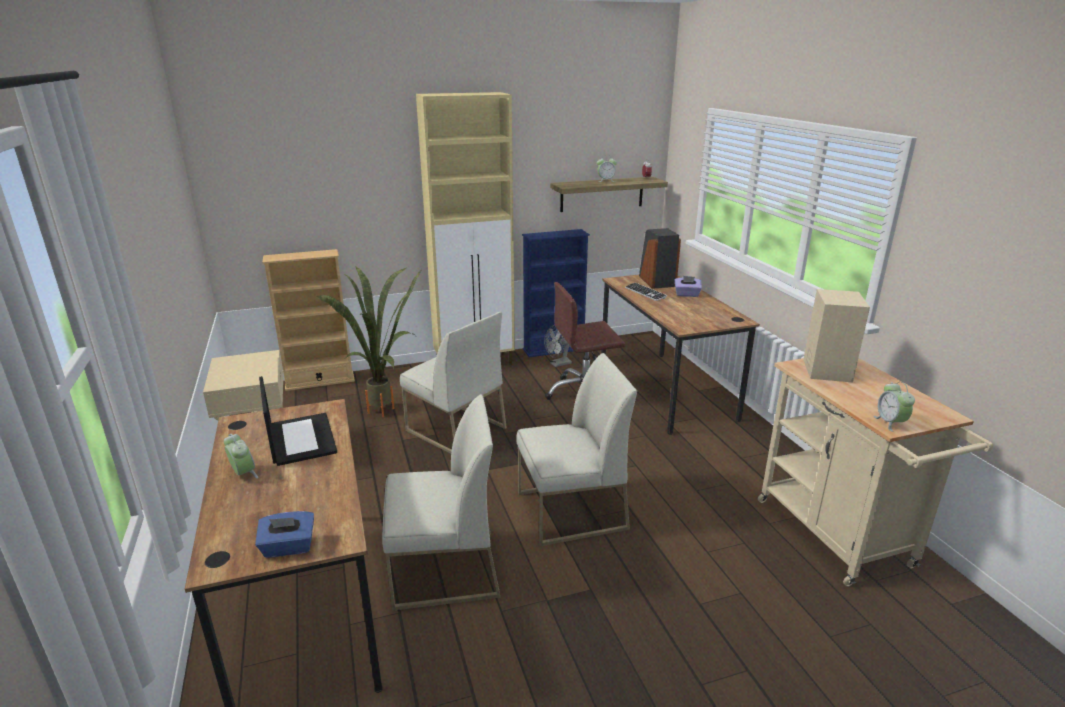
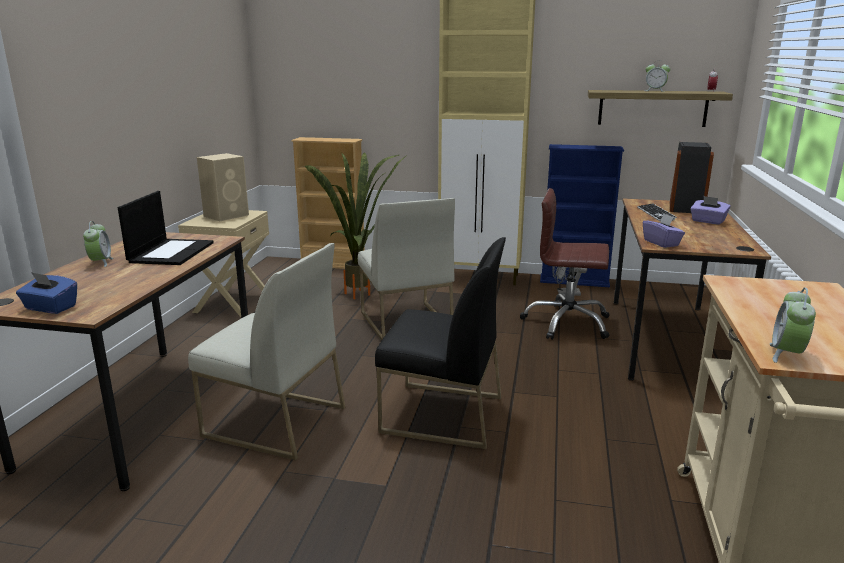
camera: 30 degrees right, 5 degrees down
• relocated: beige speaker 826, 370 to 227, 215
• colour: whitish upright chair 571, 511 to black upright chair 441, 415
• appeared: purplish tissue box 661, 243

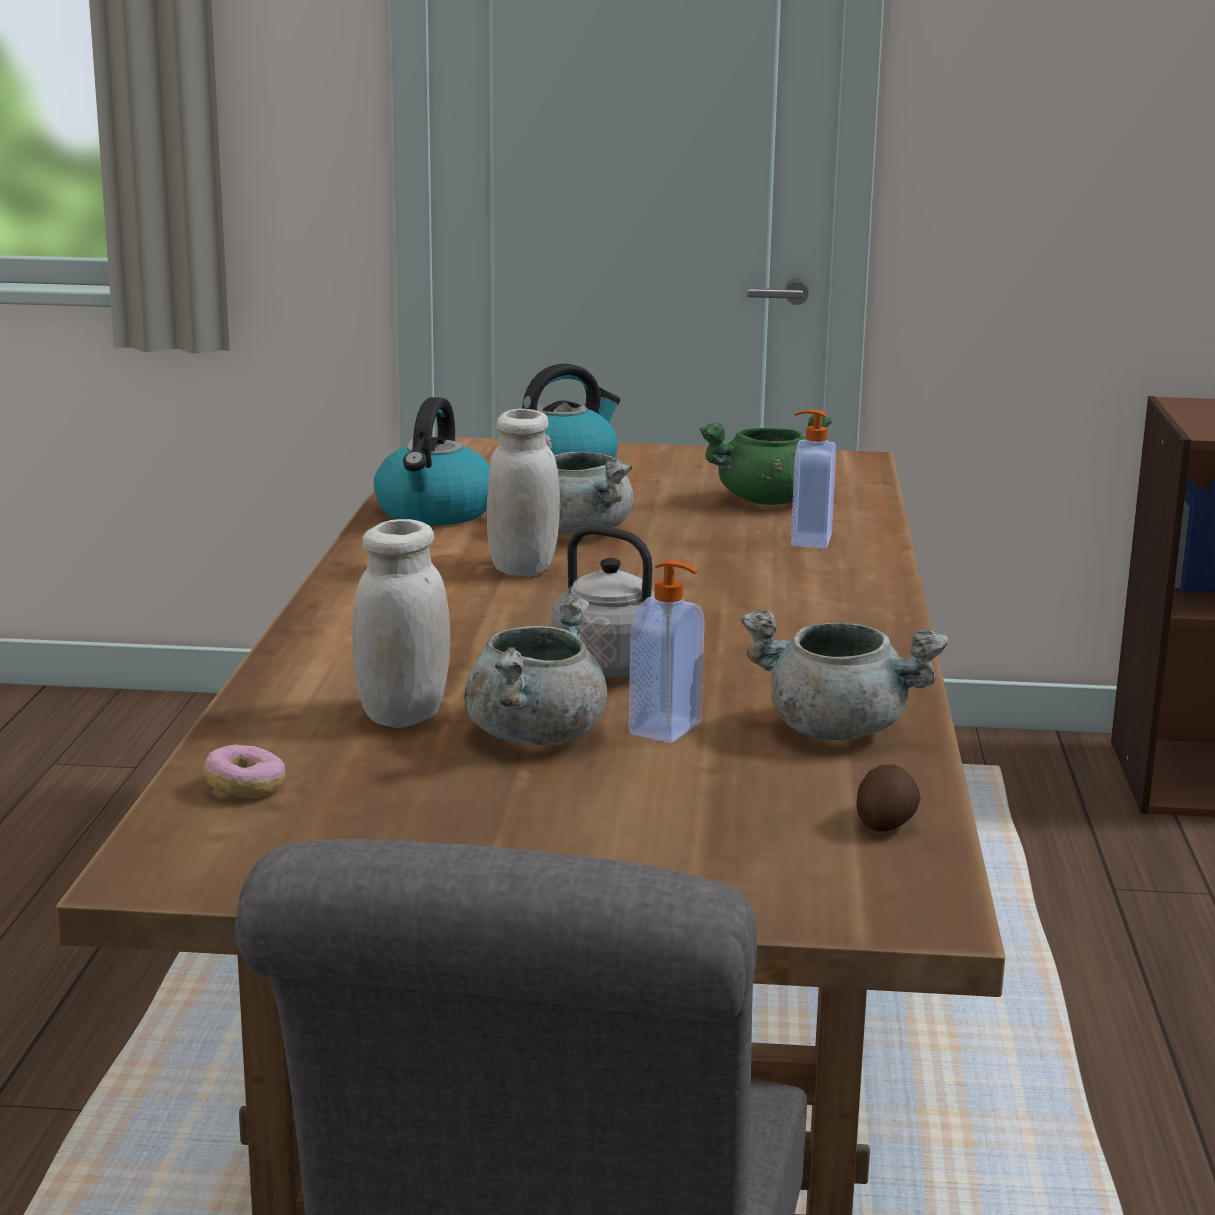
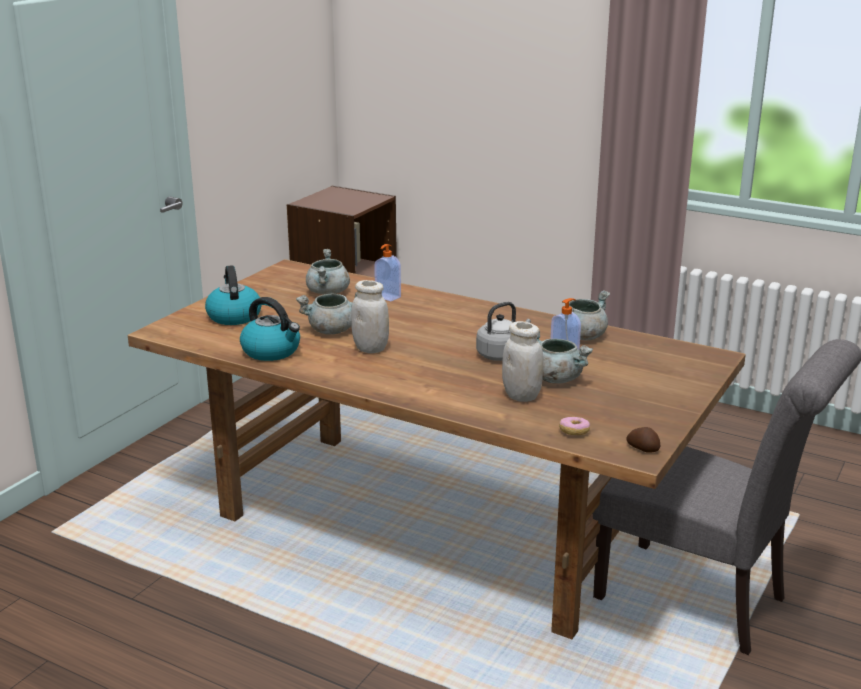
camera: 65 degrees left, 5 degrees up
• colour: greenish stockpot 766, 501 to gray stockpot 328, 292
• relocated: whole potato 887, 822 to 643, 448

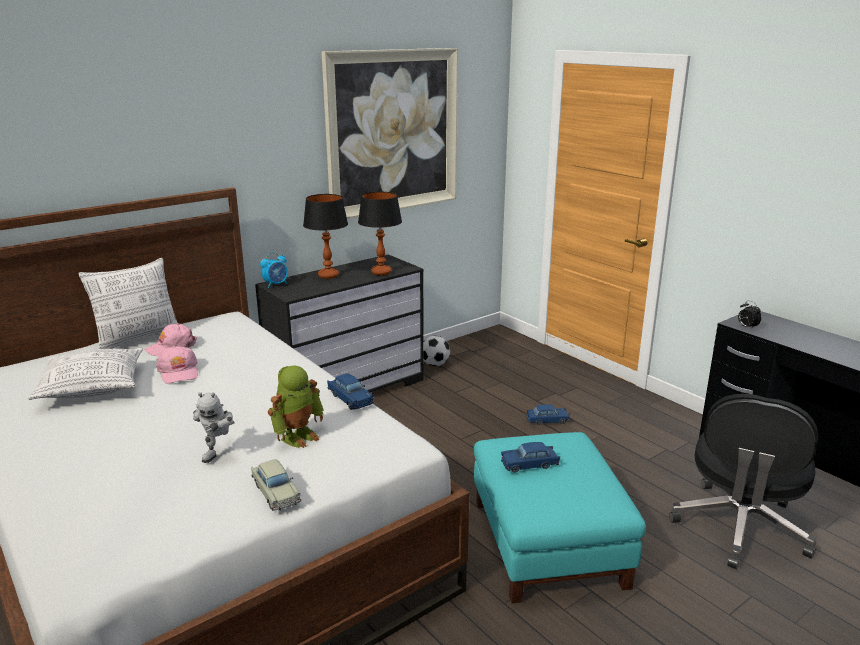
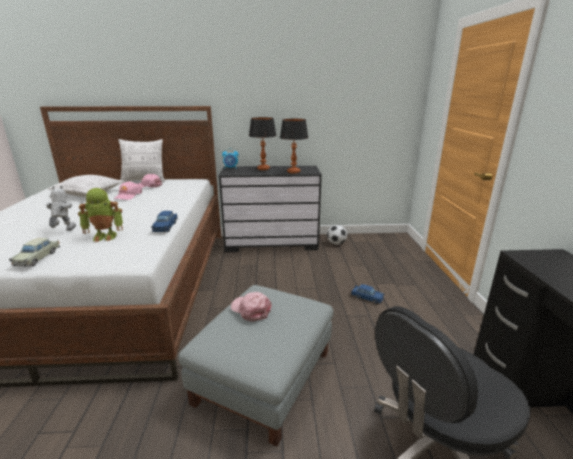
camera: 35 degrees right, 0 degrees up
• missing: wall art 393, 132
• missing: bedside clock 747, 327
• spun: toy robot 219, 452 = 64, 232 135 degrees clockwise
• colour: turquoise ottoman 546, 542 to gray ottoman 263, 376
• exchanged: blue-coloured model car 529, 464 to pink-coloured baseball cap 251, 310

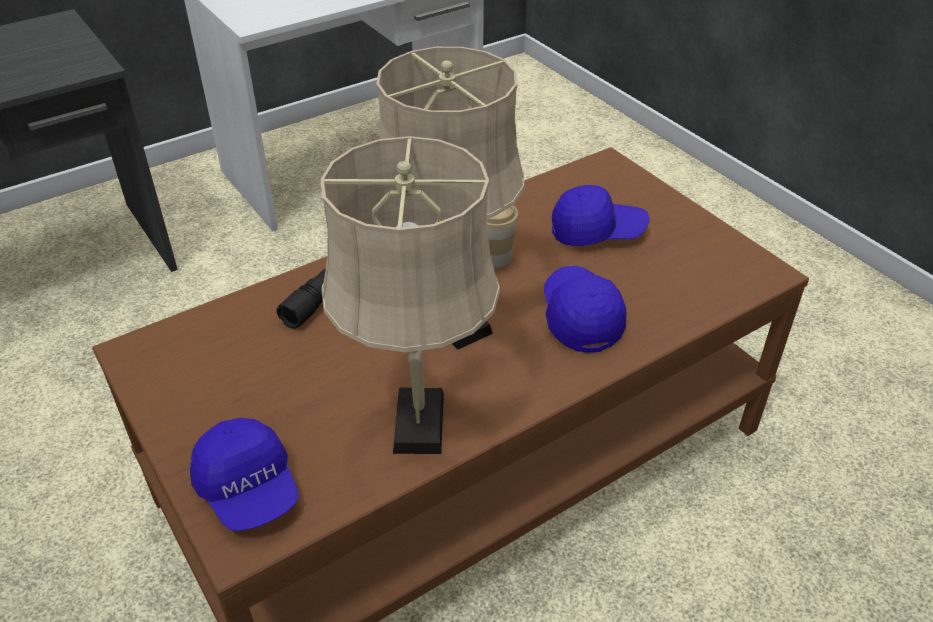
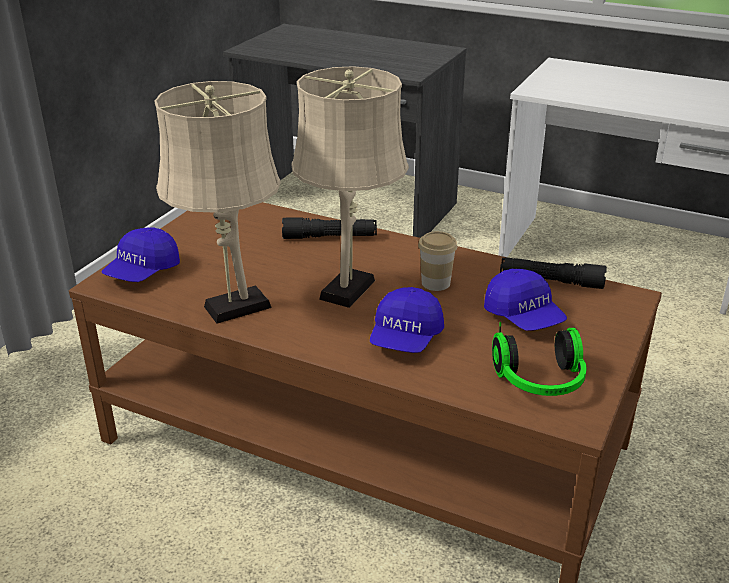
camera: 60 degrees right, 10 degrees down
• spun: blue-coloured baseball cap 580, 317 = 405, 338 150 degrees clockwise
• appeared: black torch 551, 281
• appeared: headphones 540, 382

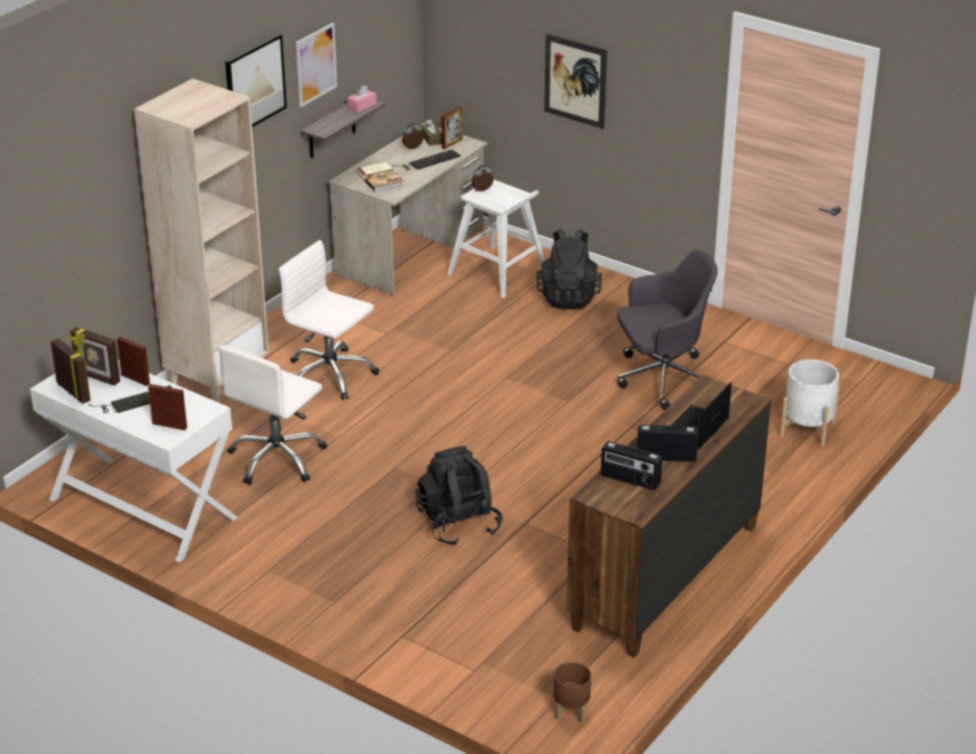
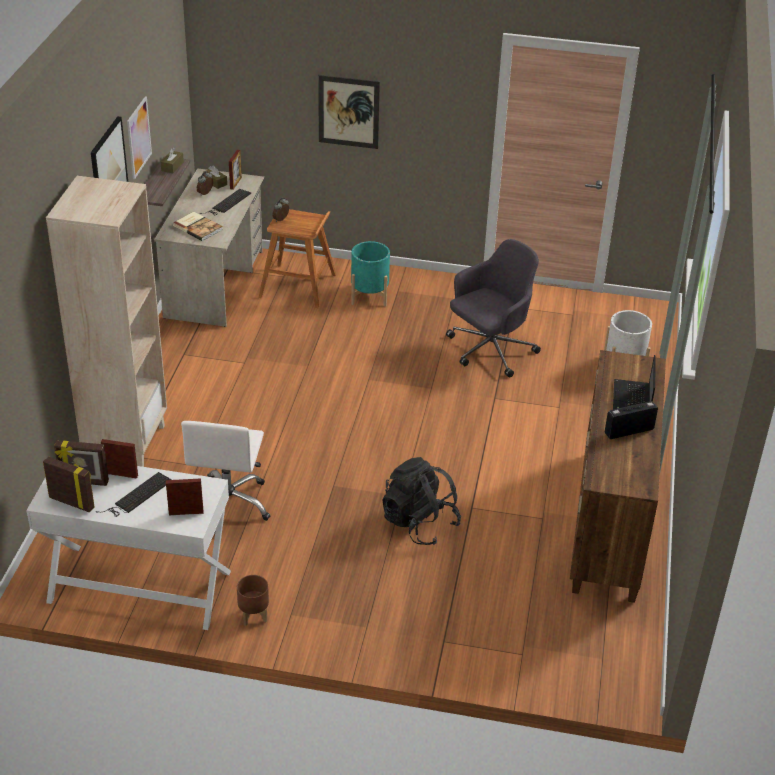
camera: 25 degrees left, 5 degrees up
• colour: pink-coloured tissue box 362, 106 to brown tissue box 172, 166
• colour: whitish stool seat 498, 272 to brown stool seat 298, 286
• exchanged: black rucksack 568, 297 to turquoise flower pot 369, 295
• missing: whitish computer chair 330, 375
• missing: radio receiver 630, 480
• relocated: brown flower pot 572, 712 to 254, 615

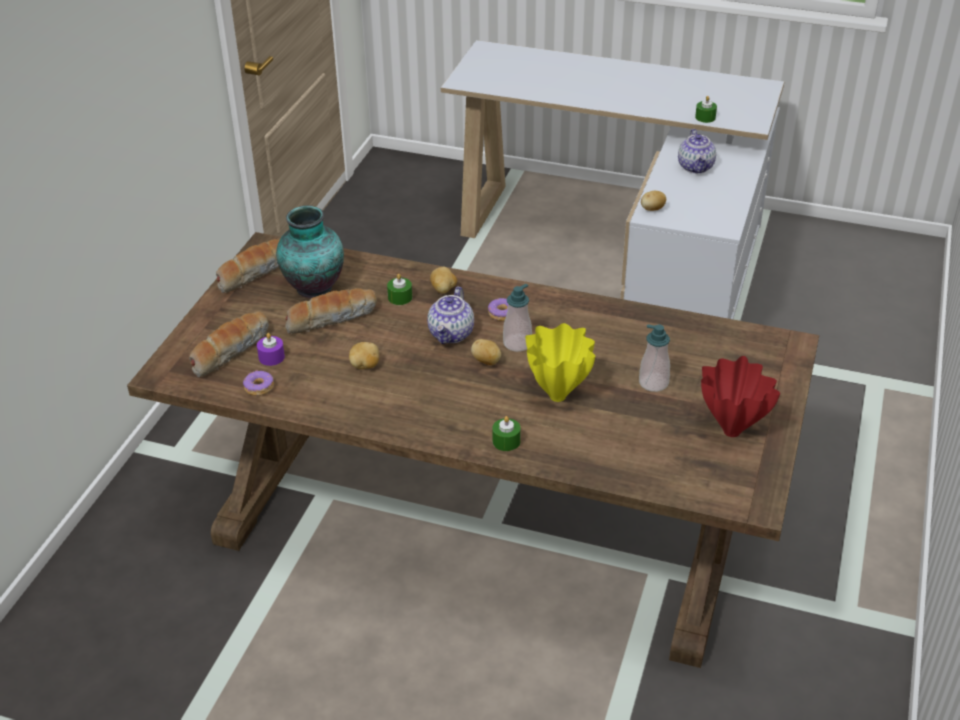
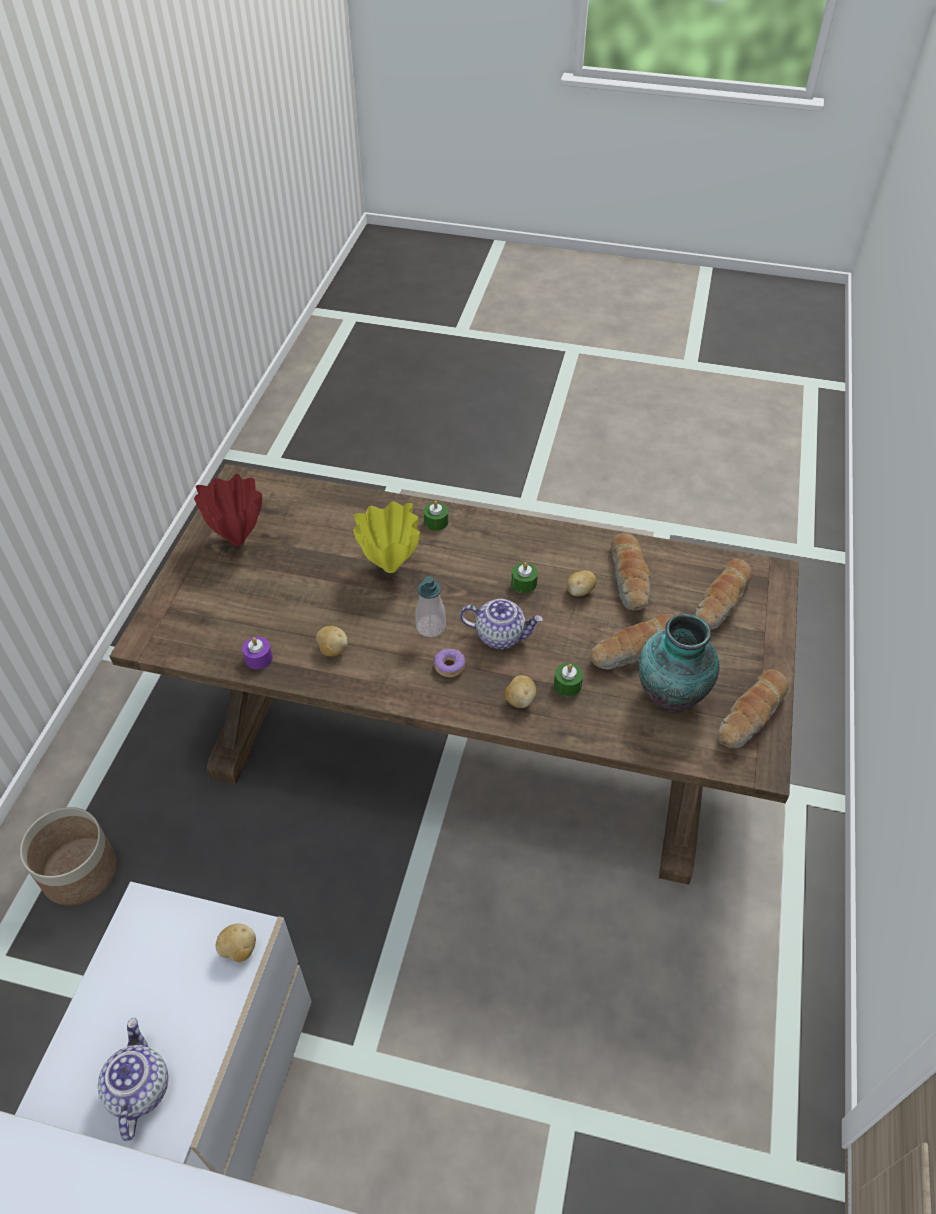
camera: 175 degrees right, 10 degrees up
• relocated: greenish wax light 705, 117 to 524, 583
• spun: pot for tea 451, 334 = 500, 635 90 degrees clockwise
• missing: liquid soap bottle 653, 383
• relocated: purplish wax light 271, 357 to 258, 658
• relocated: whole potato 486, 361 to 332, 649
• missing: ring doughnut 259, 388
• appeared: bread 630, 579
• appeared: flower pot 79, 872

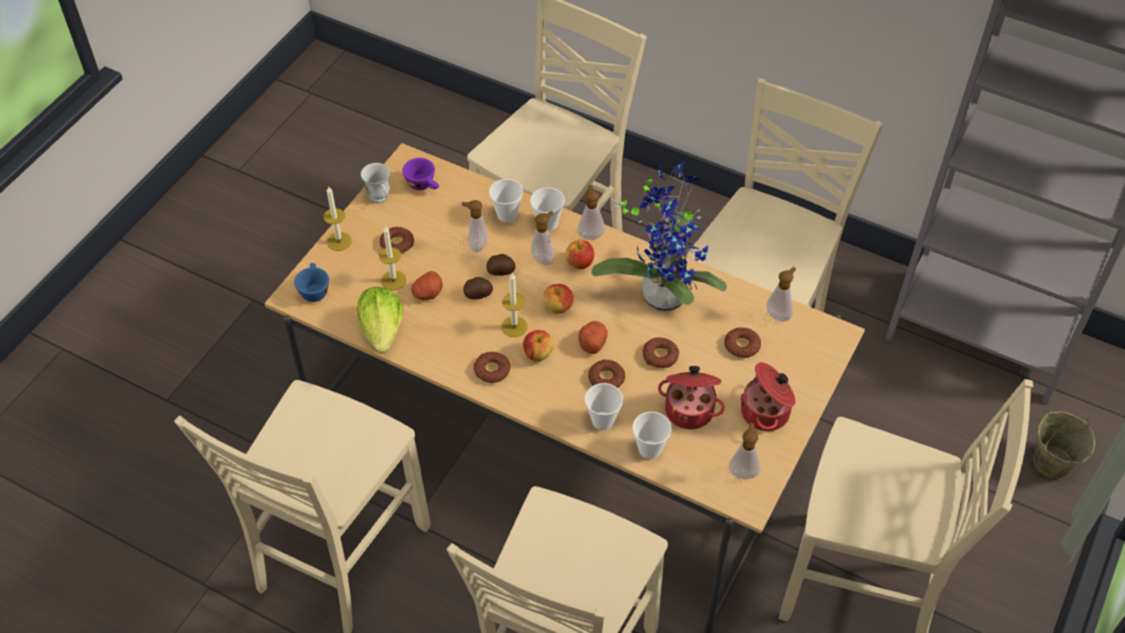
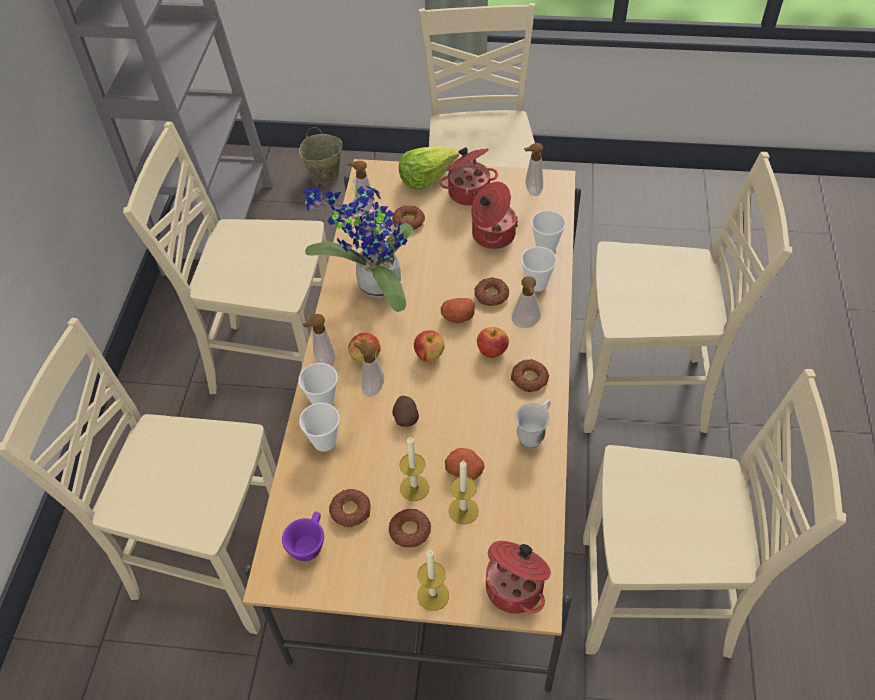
camera: 110 degrees left, 0 degrees up
• relocated: whitish coffee mug 380, 199 to 534, 435
• relocated: liquid soap bottle 476, 245 to 526, 325
• exchanged: blue-coloured small cup 314, 290 to stockpot 516, 586
• relocated: wax light 514, 326 to 414, 488
• missing: whole potato 478, 295
• relocated: head of lettuce 383, 331 to 426, 177
• relocated: ring doughnut 660, 356 to 350, 510

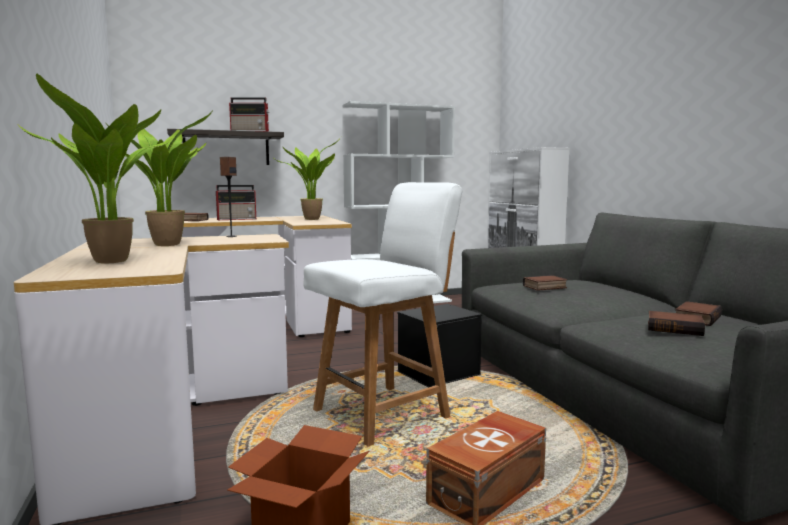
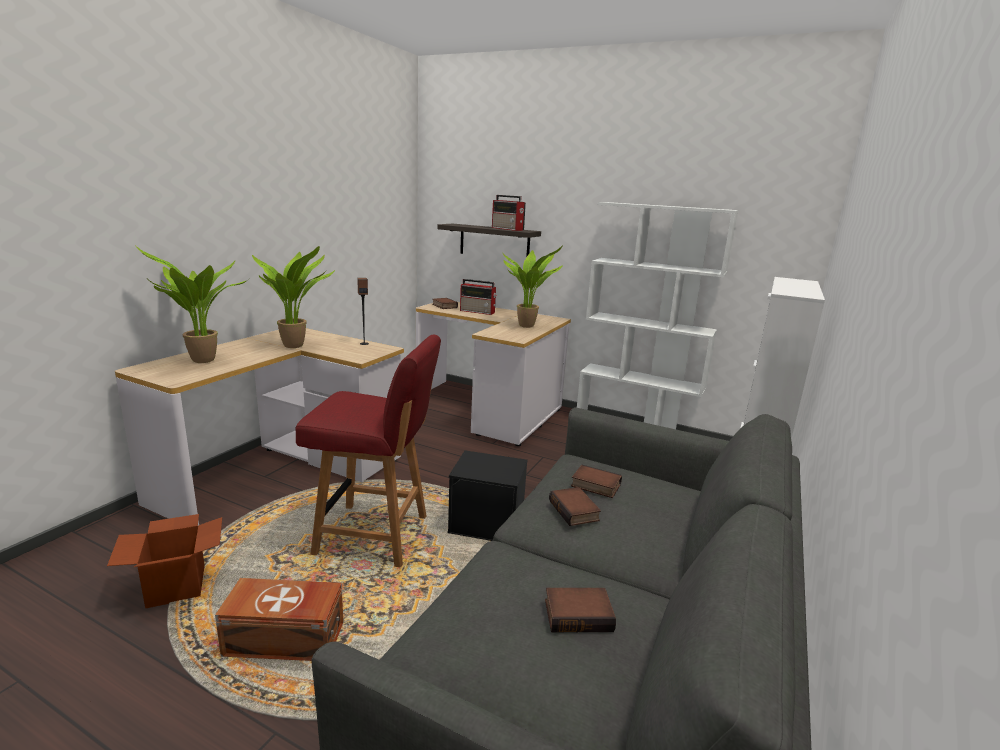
camera: 45 degrees right, 10 degrees up
• colour: whitish upright chair 384, 413 to reddish upright chair 375, 535
• relocated: bound book 675, 328 to 575, 511

